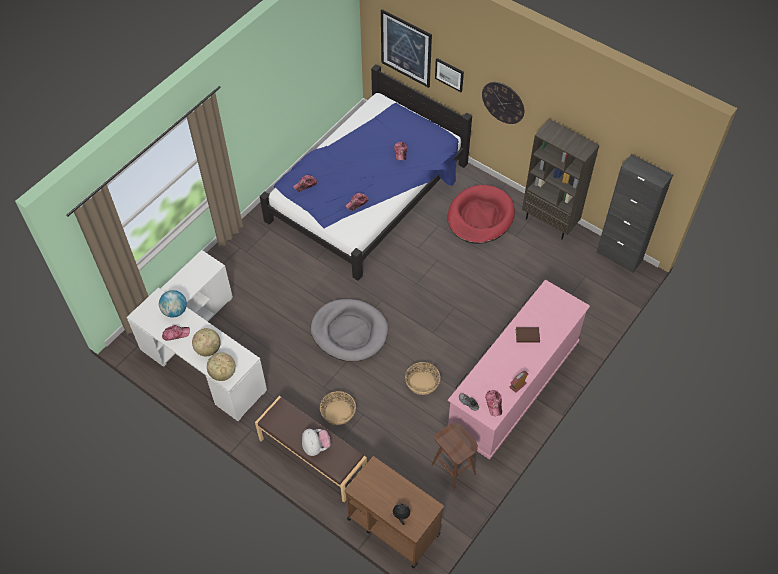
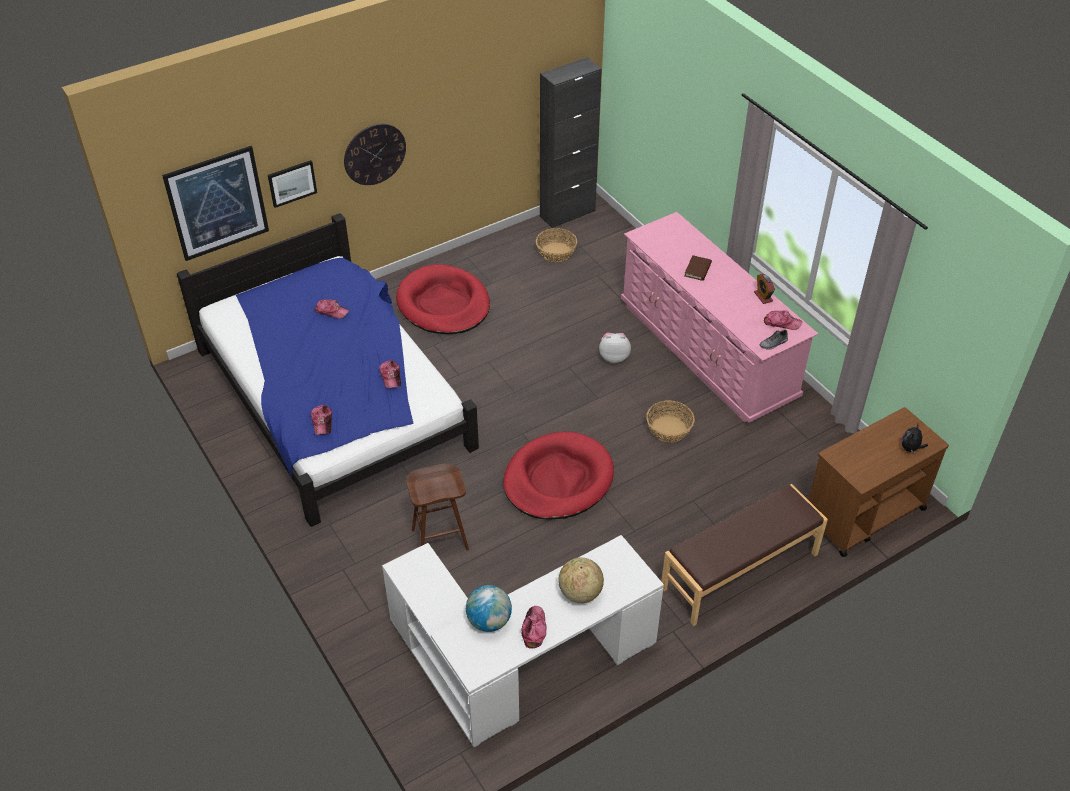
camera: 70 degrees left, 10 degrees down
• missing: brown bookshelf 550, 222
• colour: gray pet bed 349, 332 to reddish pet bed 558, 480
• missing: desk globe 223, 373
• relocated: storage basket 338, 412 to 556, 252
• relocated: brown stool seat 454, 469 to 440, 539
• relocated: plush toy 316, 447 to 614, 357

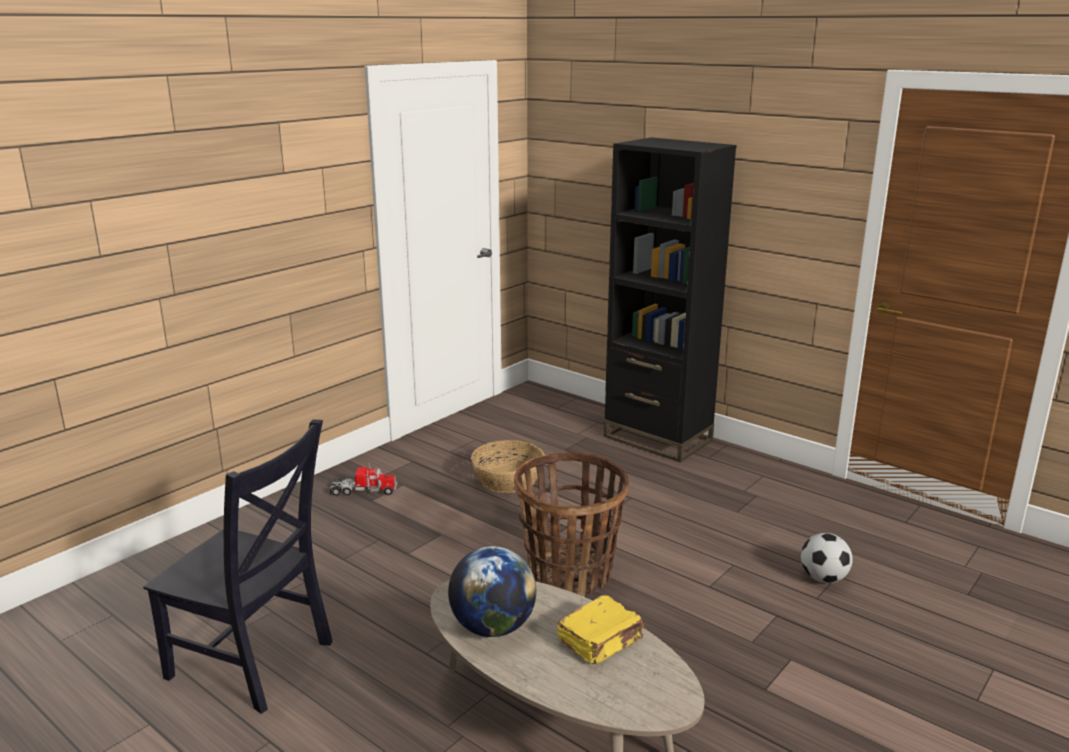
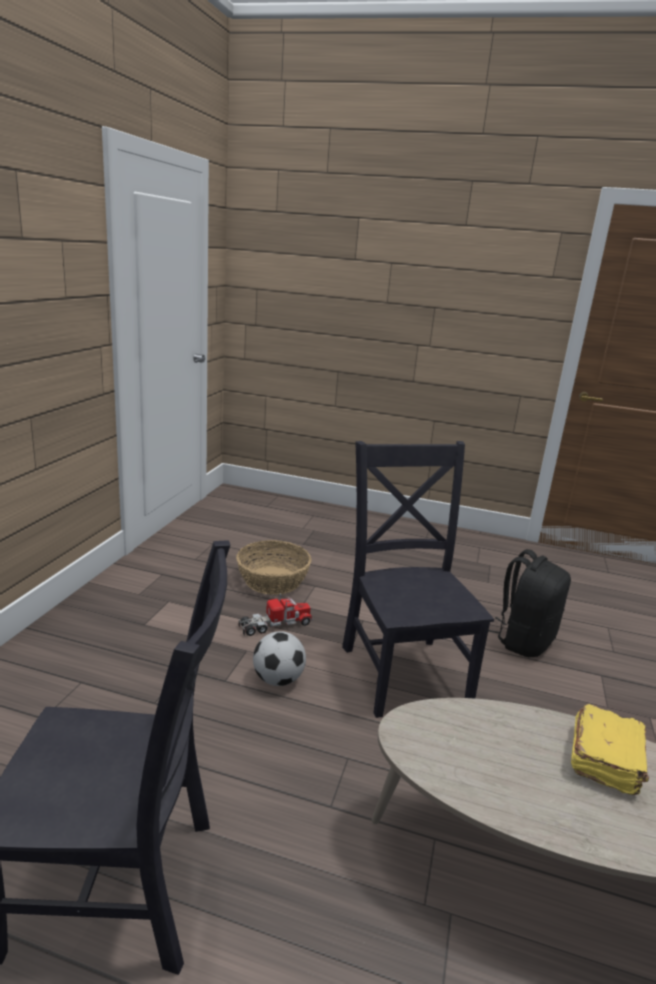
camera: 25 degrees left, 0 degrees up
• missing: black bookshelf 657, 439
• exchanged: storage basket 570, 574 to black upright chair 403, 670
• relocated: model truck 363, 491 to 275, 625
• relocated: ball for football 823, 578 to 278, 680
• missing: desk globe 492, 627
• appeared: black rucksack 523, 640

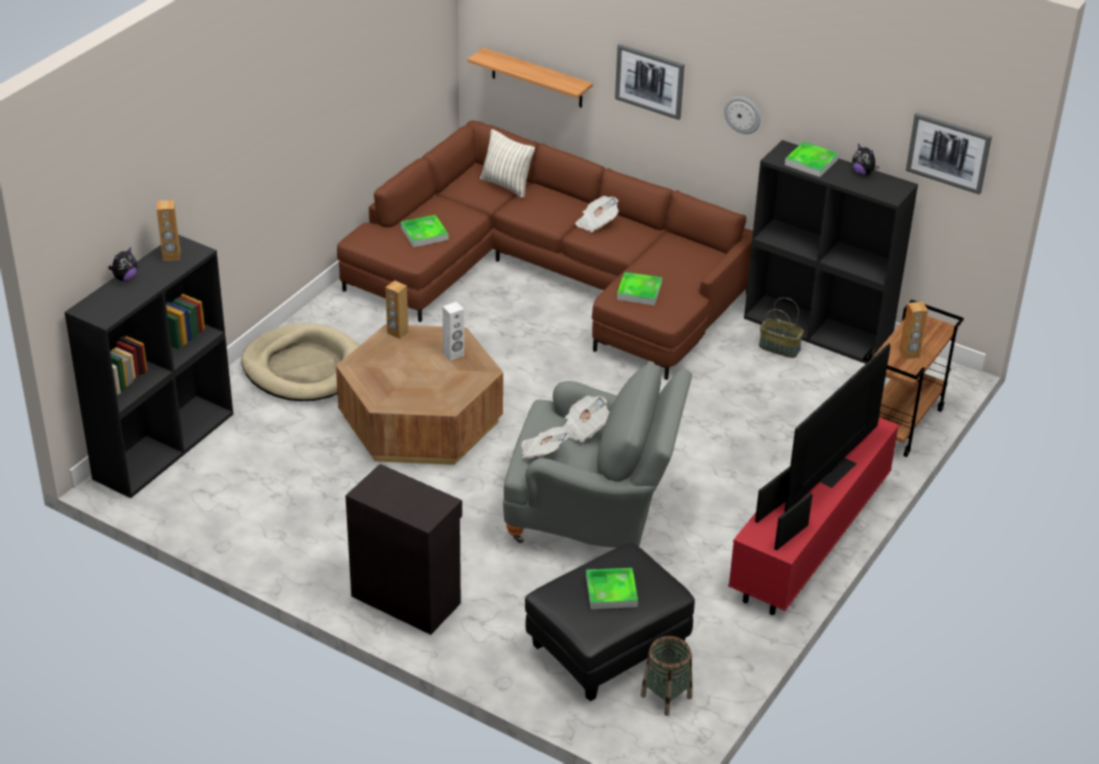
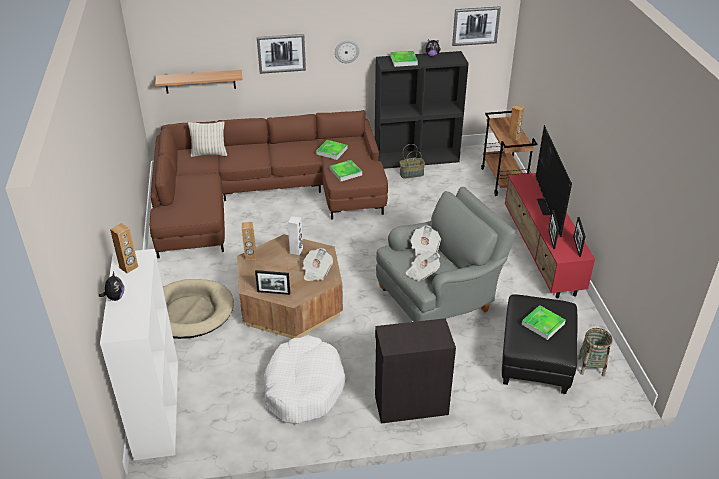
camera: 40 degrees left, 0 degrees up
• relocated: printed paper 596, 223 to 316, 272
• relocated: serving tray 424, 234 to 331, 151
• colour: black bookshelf 164, 445 to whitish bookshelf 156, 408
• appeared: picture frame 273, 292
• appeared: whitish pet bed 303, 387

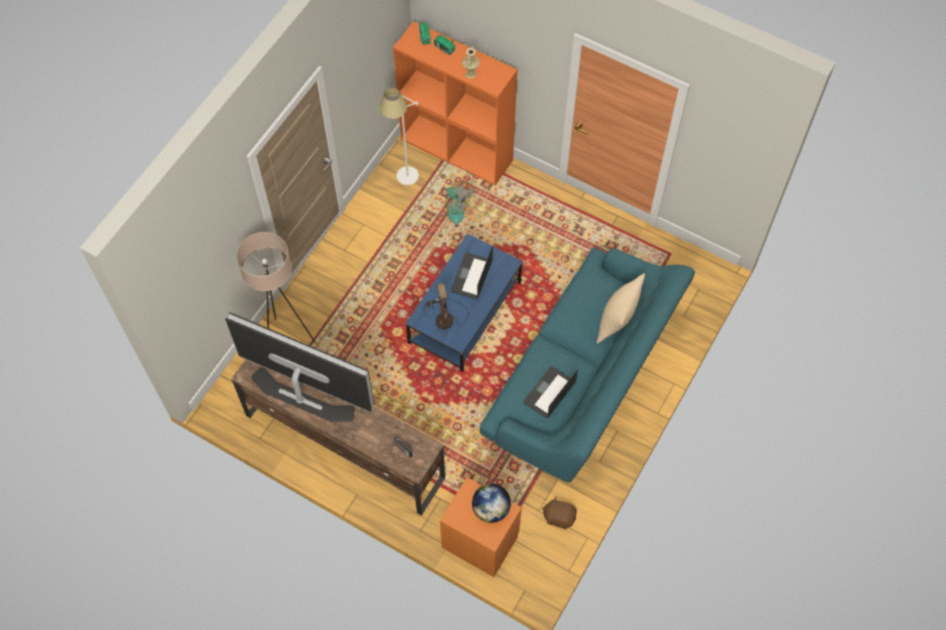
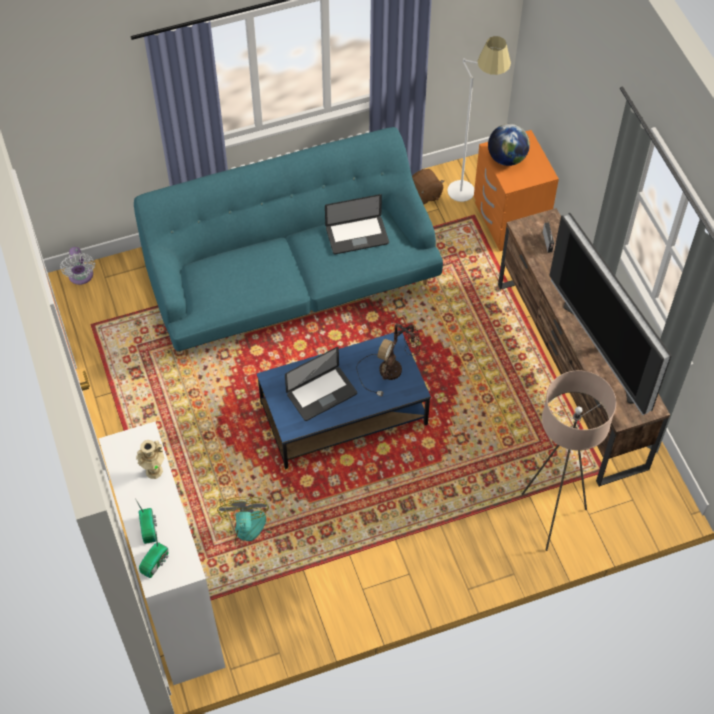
camera: 140 degrees left, 5 degrees down
• colour: orange bookshelf 457, 149 to whitish bookshelf 175, 601
• relocated: whitish standard lamp 404, 184 to 471, 185
• missing: beige cushion 617, 321
• appeared: whitish fan 81, 277

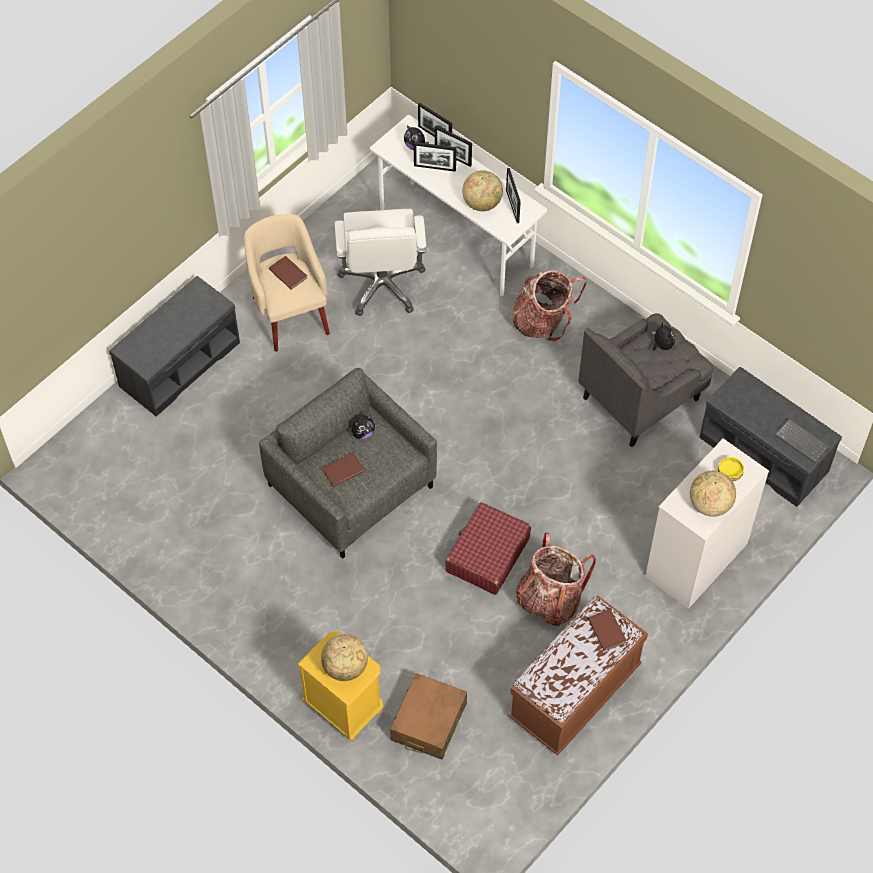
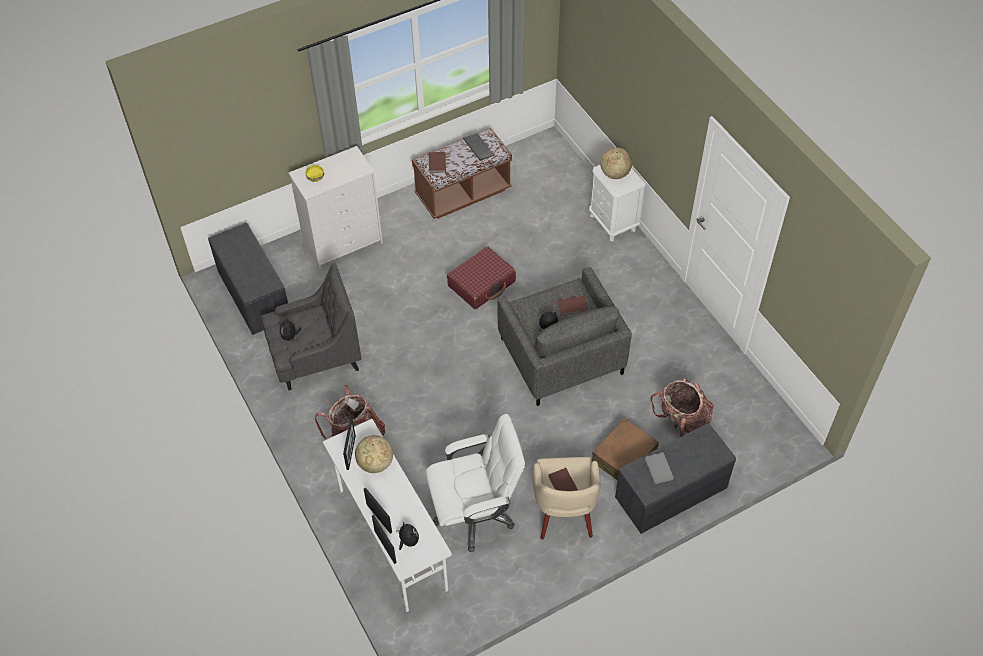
camera: 160 degrees left, 5 degrees down
• missing: picture frame 434, 168
• spun: whitish computer chair 382, 284 = 475, 513 60 degrees clockwise
• relocated: PC keyboard 802, 441 to 477, 147
• missing: desk globe 709, 504
• relocated: rucksack 549, 599 to 681, 421
• colour: yellowish nightstand 344, 707 to whitish nightstand 613, 223
• relocated: brown suitcase 428, 722 to 624, 457
• appeared: gray bound book 659, 468

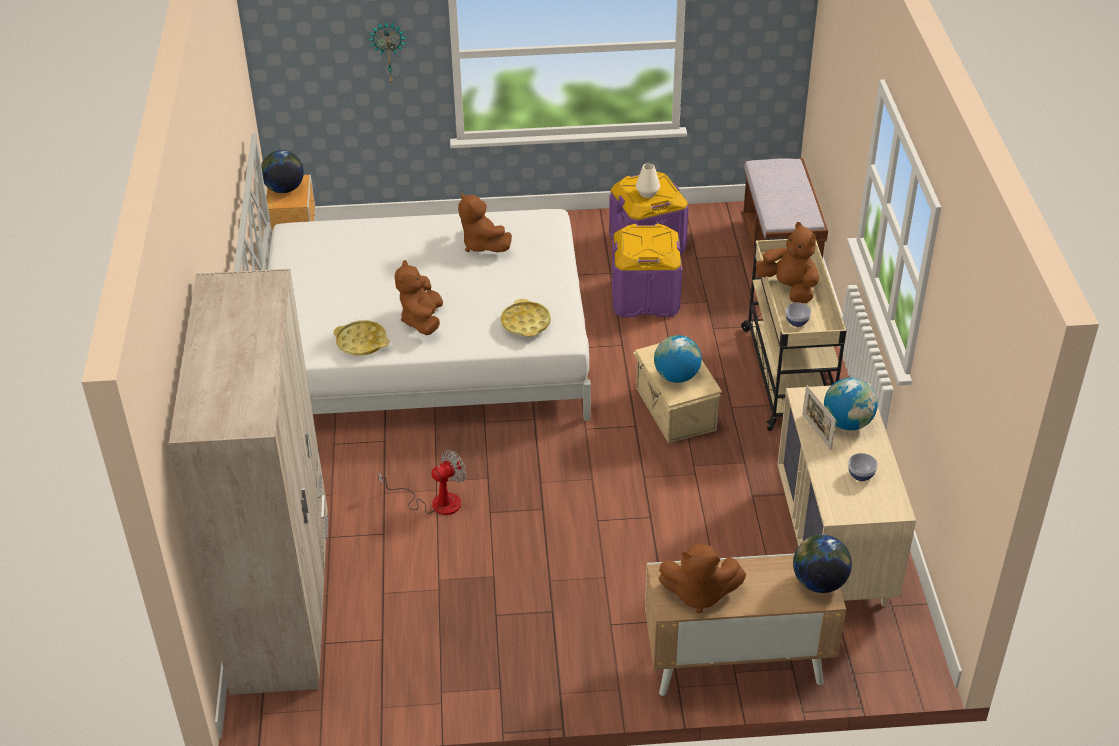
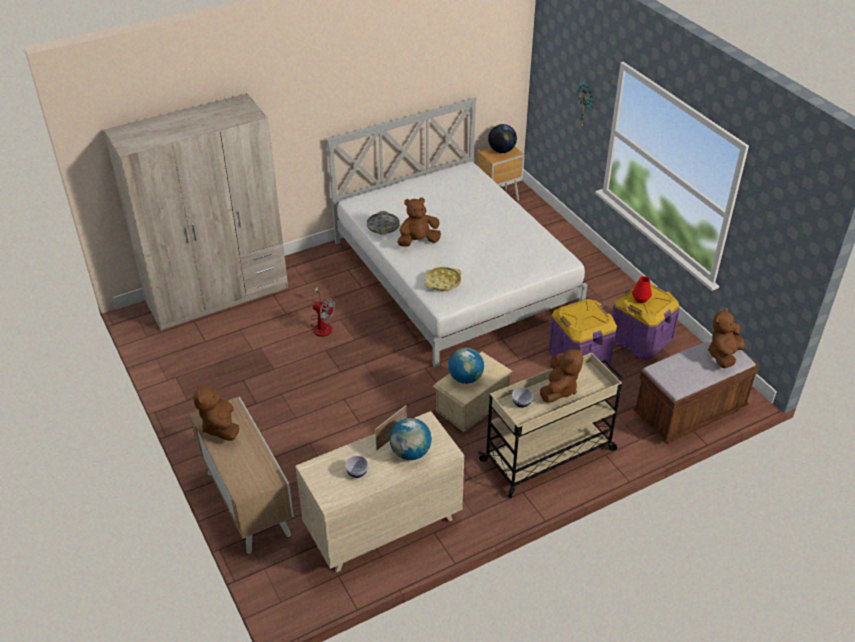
camera: 65 degrees right, 0 degrees up
• colour: whitish vase 647, 193 to reddish vase 640, 299
• relocated: brown plush toy 482, 245 to 723, 355
• colour: yellowish serving tray 361, 342 to gray serving tray 383, 226
• missing: desk globe 819, 582

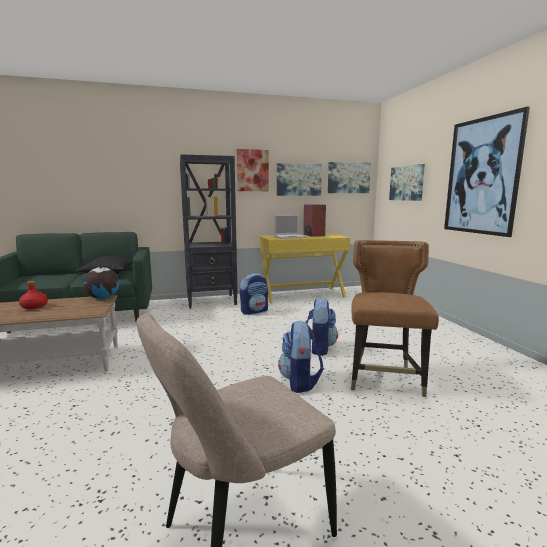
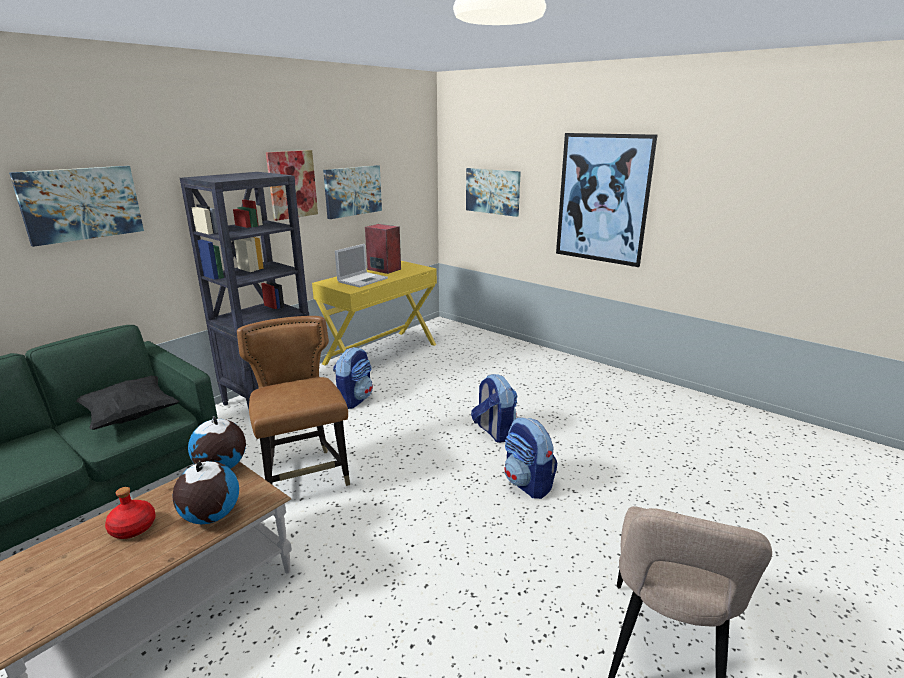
camera: 35 degrees left, 10 degrees up
• relocated: wall art 348, 178 to 81, 204
• relocated: brown upright chair 385, 378 to 304, 476
• appeared: desk globe 210, 516

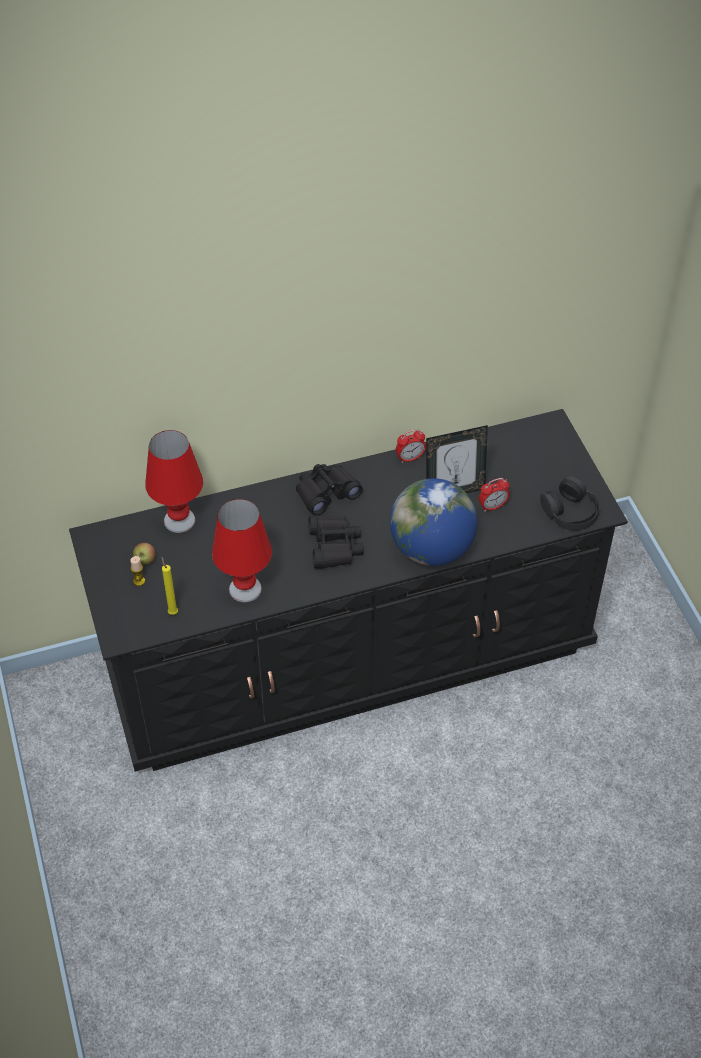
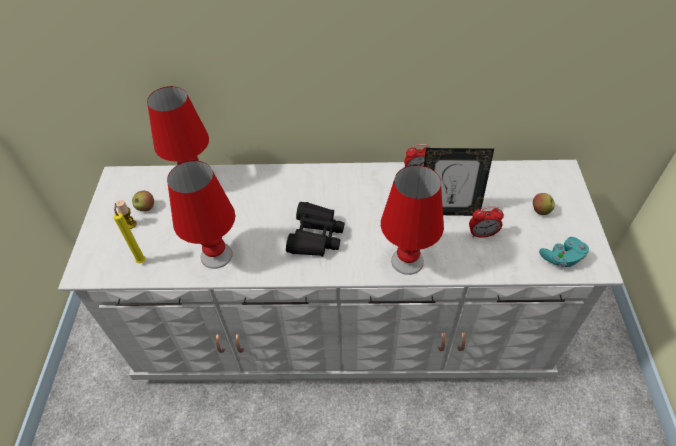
camera: 20 degrees right, 0 degrees up
• colour: black chest of drawers 349, 656 to whitish chest of drawers 342, 327
• missing: black binoculars 326, 493
• exchanged: black headphones 570, 511 to turquoise joypad 562, 258
• exchanged: desk globe 431, 549 to reddish tabletop lamp 407, 261
• appeared: apple 540, 211

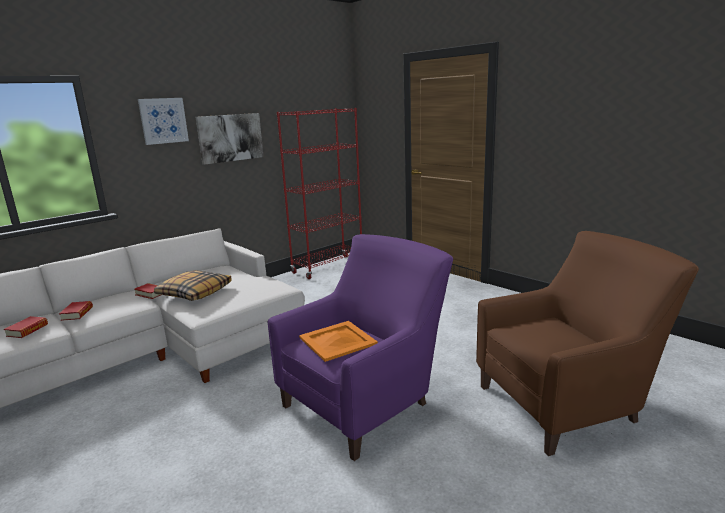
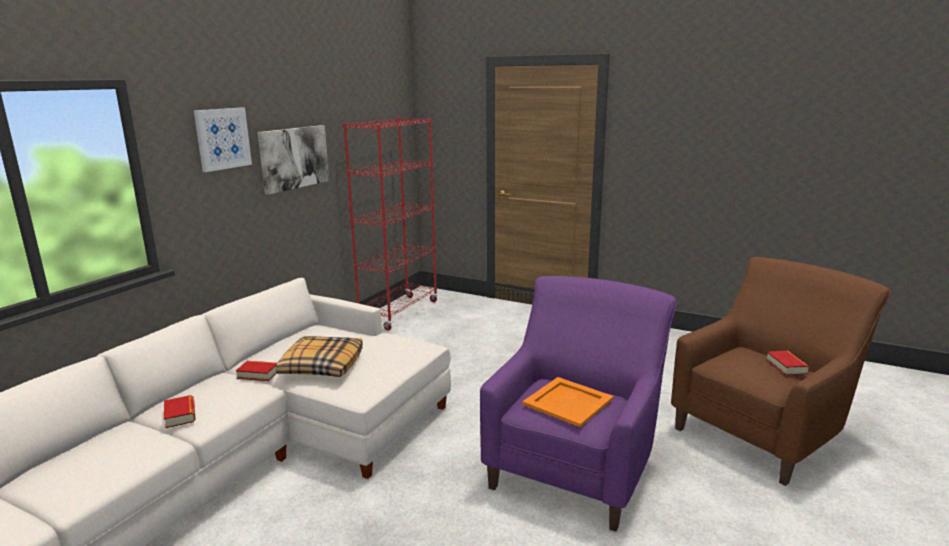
camera: 20 degrees left, 0 degrees up
• relocated: bound book 27, 330 to 786, 366

